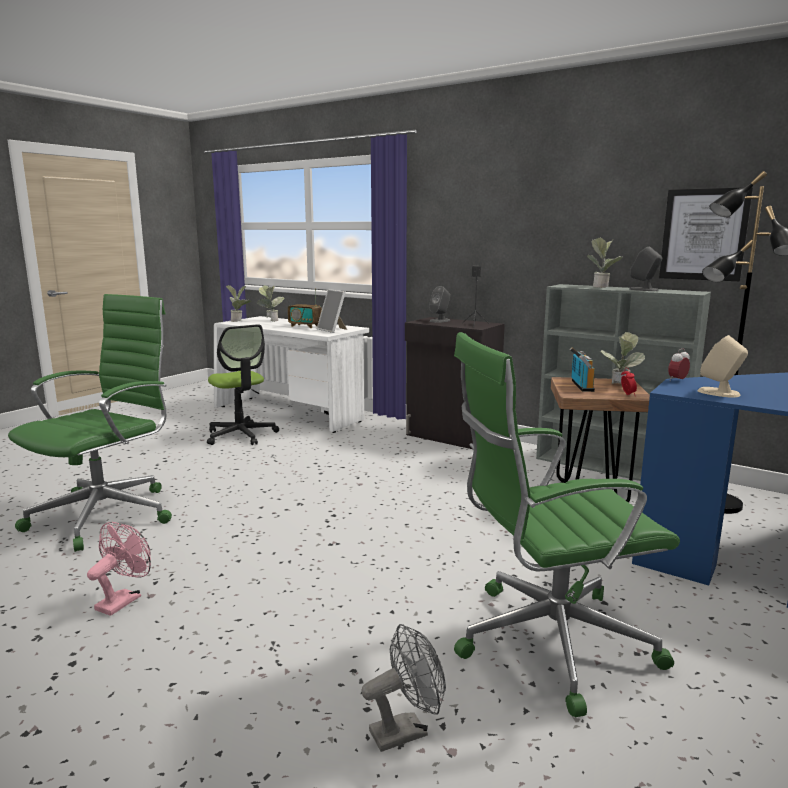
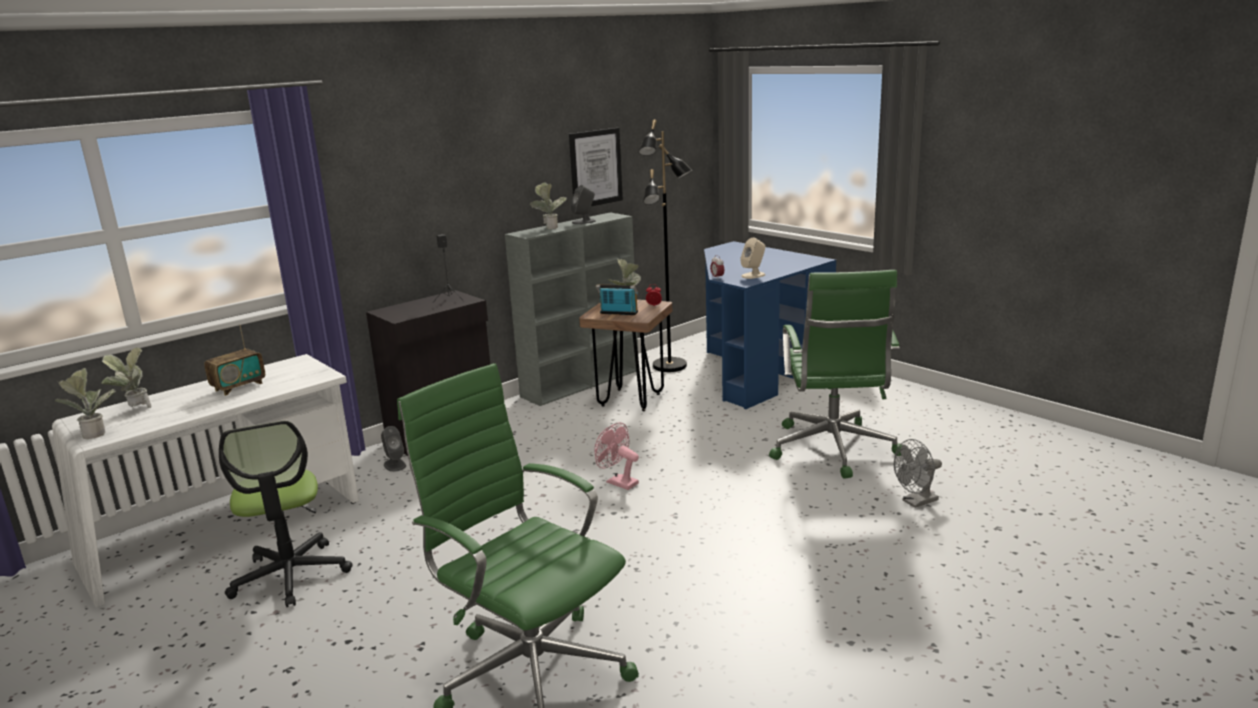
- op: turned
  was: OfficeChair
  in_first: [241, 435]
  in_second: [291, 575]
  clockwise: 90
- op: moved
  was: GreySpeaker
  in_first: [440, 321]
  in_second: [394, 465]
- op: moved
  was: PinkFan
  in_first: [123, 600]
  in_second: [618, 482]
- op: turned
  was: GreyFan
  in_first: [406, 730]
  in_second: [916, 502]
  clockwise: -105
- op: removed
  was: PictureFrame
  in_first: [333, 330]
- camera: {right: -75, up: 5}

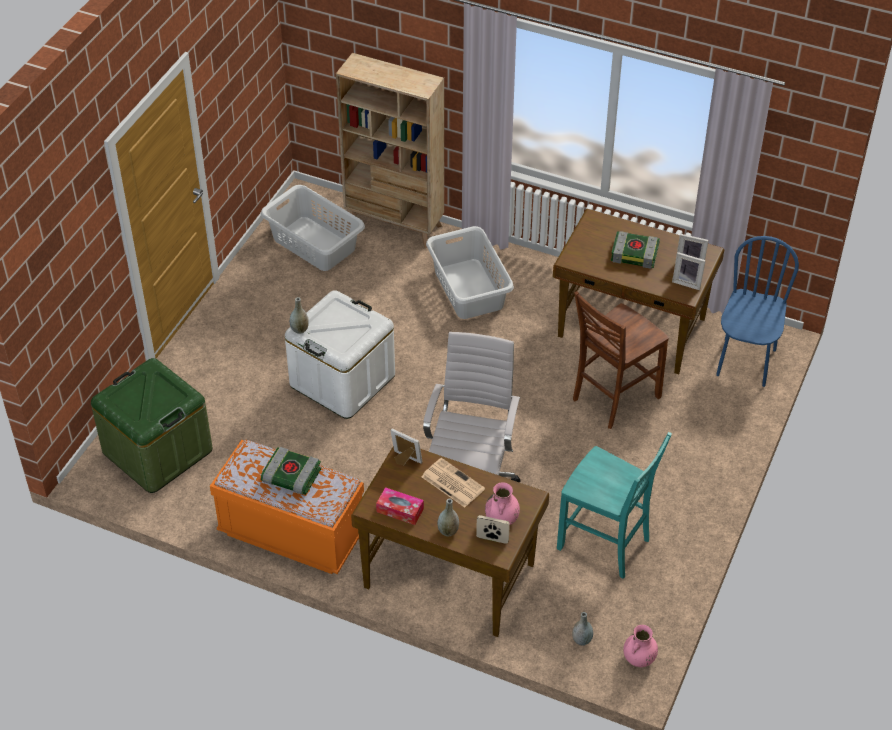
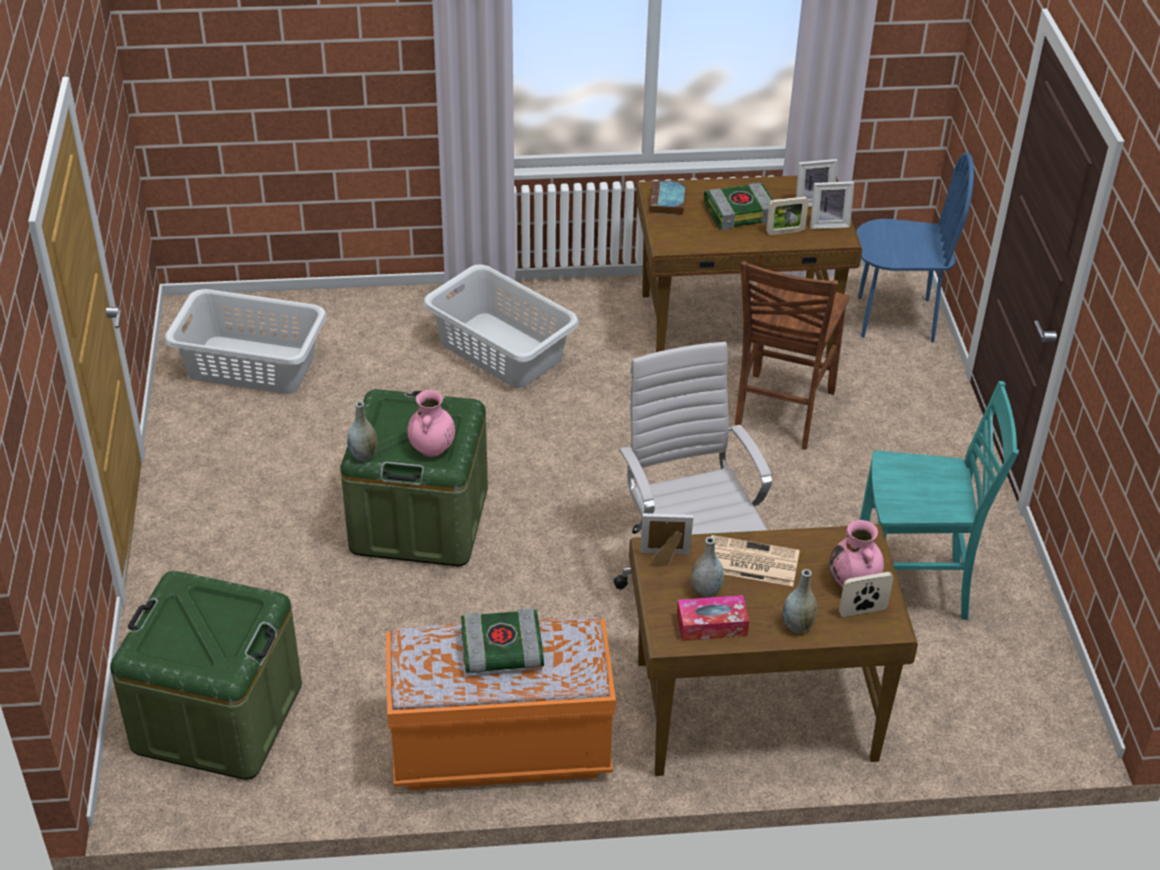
- op: recoloured
  was: WhiteStorageBox
  now: GreenStorageBox
  in_first: [342, 380]
  in_second: [419, 520]
- op: moved
  was: PinkVase
  in_first: [639, 659]
  in_second: [432, 448]
- op: added
  now: Book
  in_second: [667, 202]
- op: moved
  was: GreyVase
  in_first: [581, 640]
  in_second: [705, 590]
- op: added
  now: PictureFrame
  in_second: [785, 232]
- op: turned
  was: BlueChair
  in_first: [745, 362]
  in_second: [895, 318]
  clockwise: 105
- op: removed
  was: BeigeBookcase
  in_first: [394, 224]
- camera: {right: -30, up: -5}

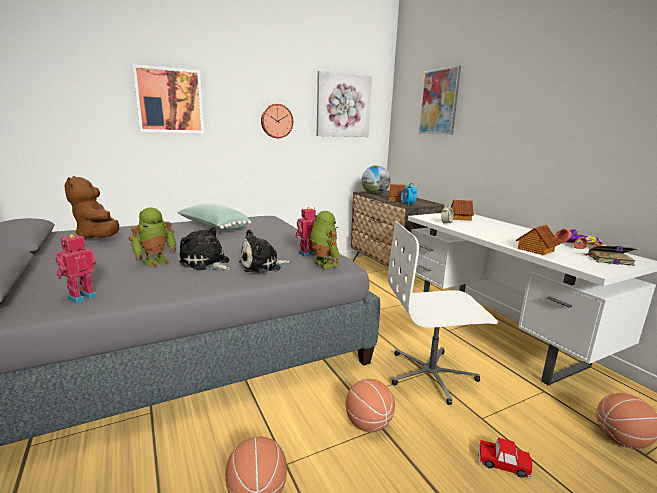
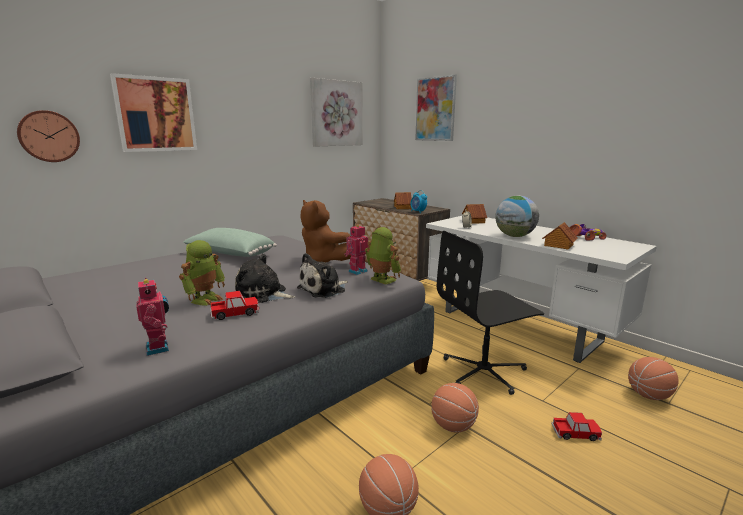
- op: moved
  was: WallClock
  in_first: [276, 121]
  in_second: [49, 136]
- op: turned
  was: ToyRobot
  in_first: [81, 296]
  in_second: [159, 348]
  clockwise: 135
- op: added
  now: ToyCar
  in_second: [235, 313]
- op: moved
  was: BrownPlushToy
  in_first: [99, 238]
  in_second: [324, 262]
- op: recoloured
  was: WhiteOfficeChair
  now: BlackOfficeChair
  in_first: [431, 374]
  in_second: [484, 371]
- op: moved
  was: Globe
  in_first: [374, 194]
  in_second: [514, 236]
- op: removed
  was: Book
  in_first: [609, 260]
- camera: {right: -15, up: 0}

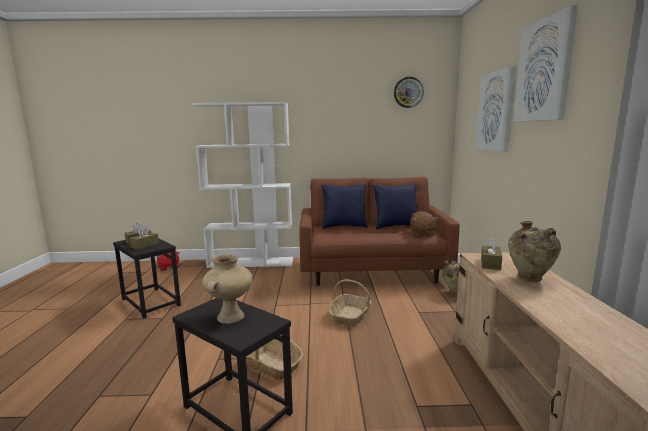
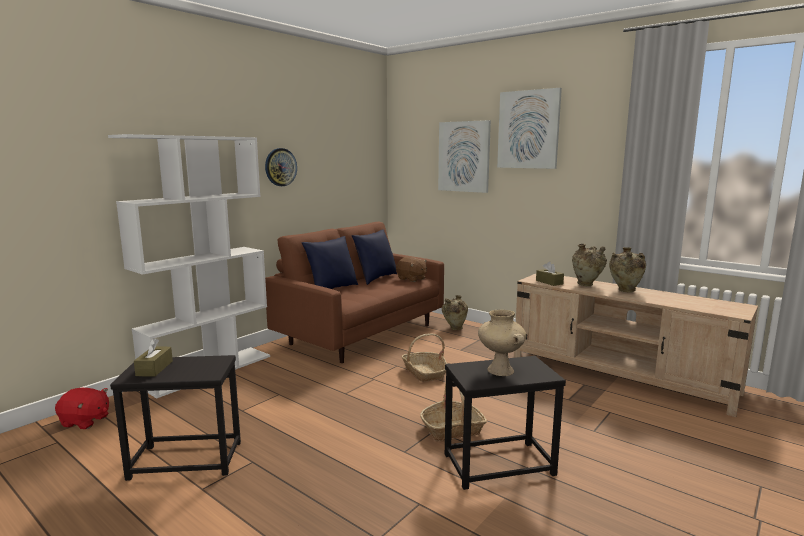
- op: moved
  was: WallClock
  in_first: [408, 92]
  in_second: [280, 167]
- op: added
  now: BeigeVase
  in_second: [625, 291]
- op: removed
  was: BrownTissueBox
  in_first: [145, 245]
- camera: {right: -50, up: 0}

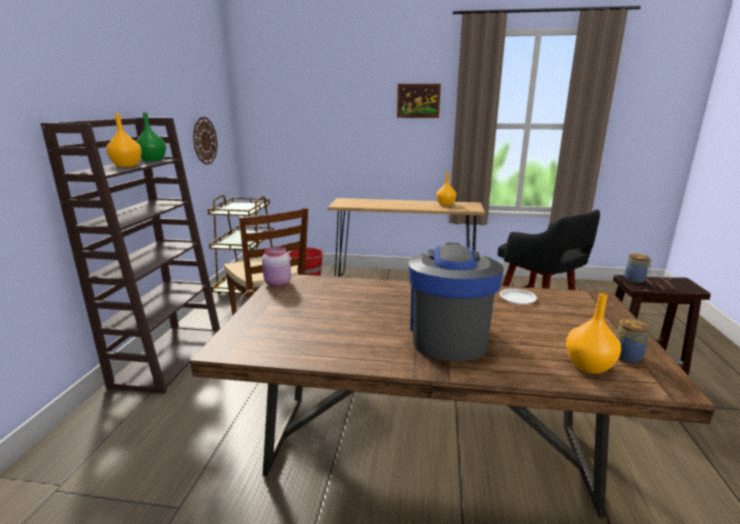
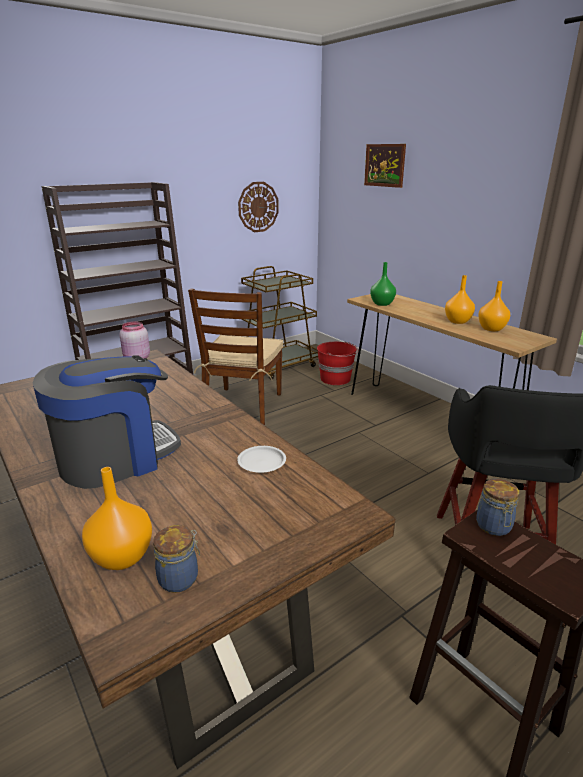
- op: moved
  was: Picture
  in_first: [418, 101]
  in_second: [384, 165]
- op: moved
  was: GreenVase
  in_first: [152, 160]
  in_second: [381, 304]
- op: moved
  was: OrangeVase
  in_first: [127, 165]
  in_second: [458, 321]
- camera: {right: 45, up: 5}

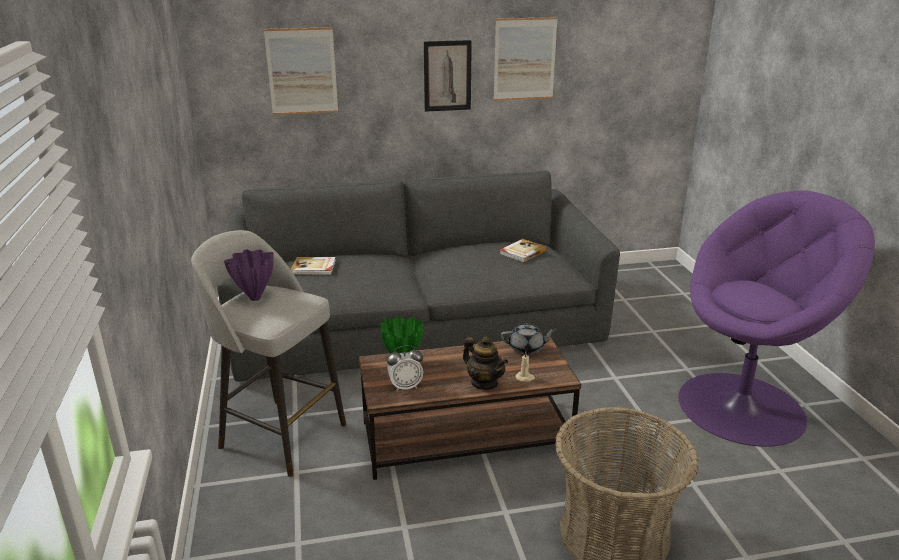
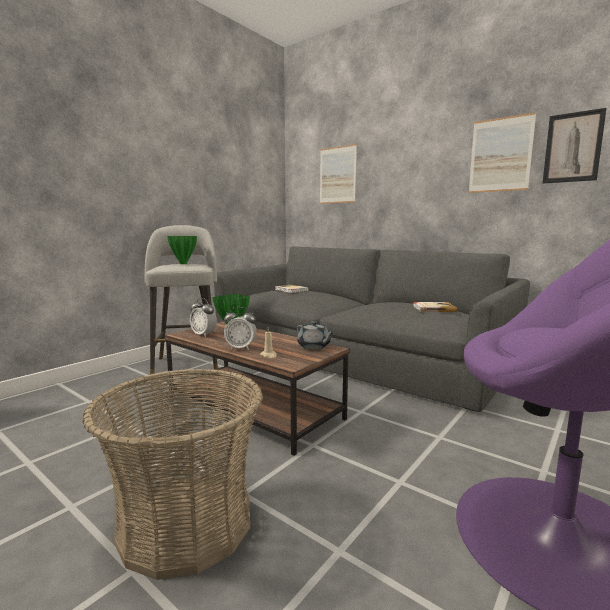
- op: recoloured
  was: PurpleVase
  now: GreenVase
  in_first: [255, 298]
  in_second: [183, 263]
- op: replaced
  was: Teapot
  now: AlarmClock
  in_first: [484, 383]
  in_second: [240, 348]
- op: moved
  was: Picture
  in_first: [447, 76]
  in_second: [573, 147]
- camera: {right: 50, up: -15}

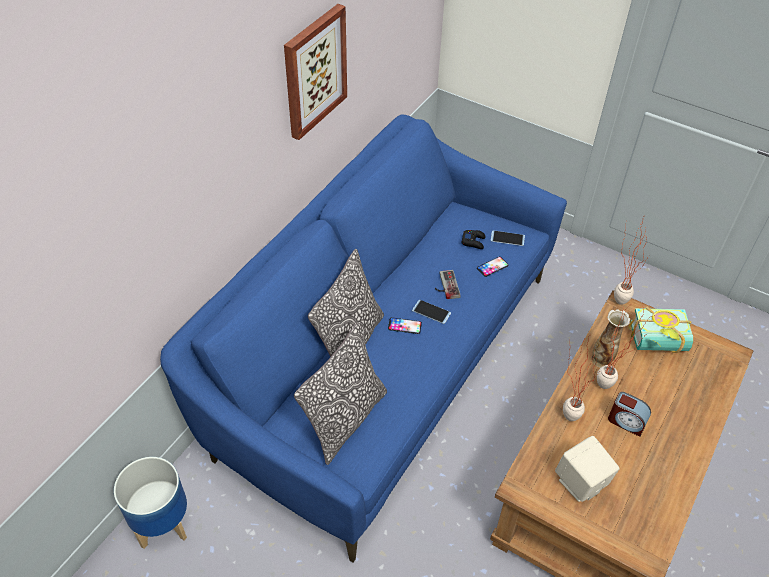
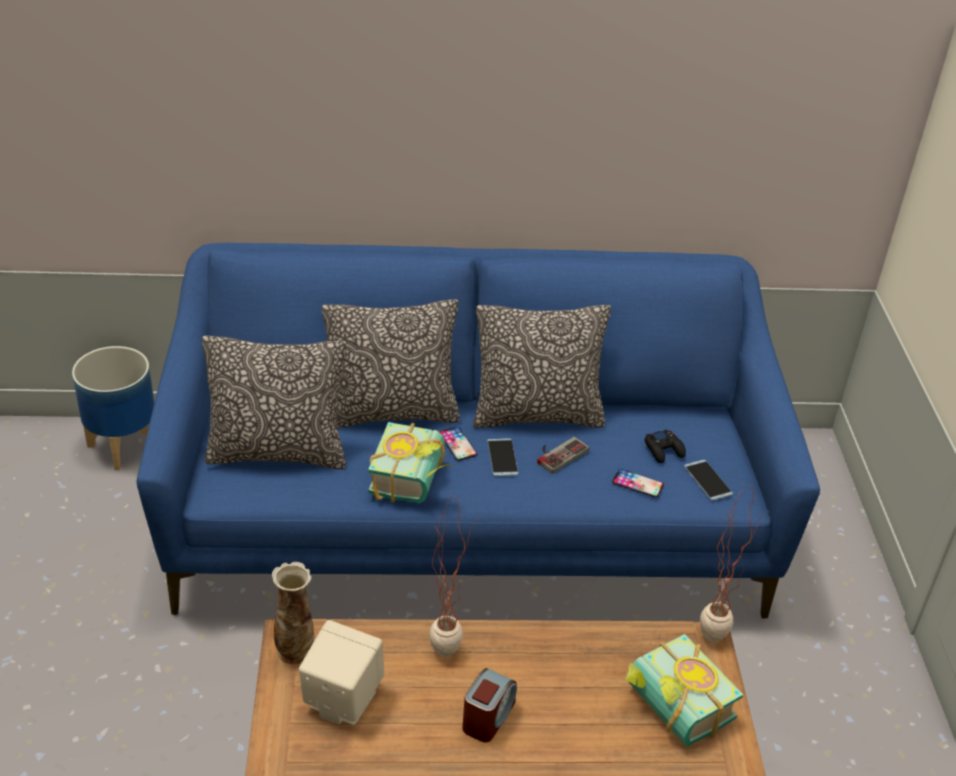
- op: moved
  was: Vase
  in_first: [602, 360]
  in_second: [295, 652]
- op: added
  now: Book
  in_second: [415, 479]
- op: turned
  was: AlarmClock
  in_first: [626, 421]
  in_second: [488, 717]
  clockwise: -150
- op: added
  now: Pillow
  in_second: [536, 415]
- op: removed
  was: Picture
  in_first: [314, 71]
- op: removed
  was: PottedPlant
  in_first: [610, 387]
- camera: {right: 55, up: -10}

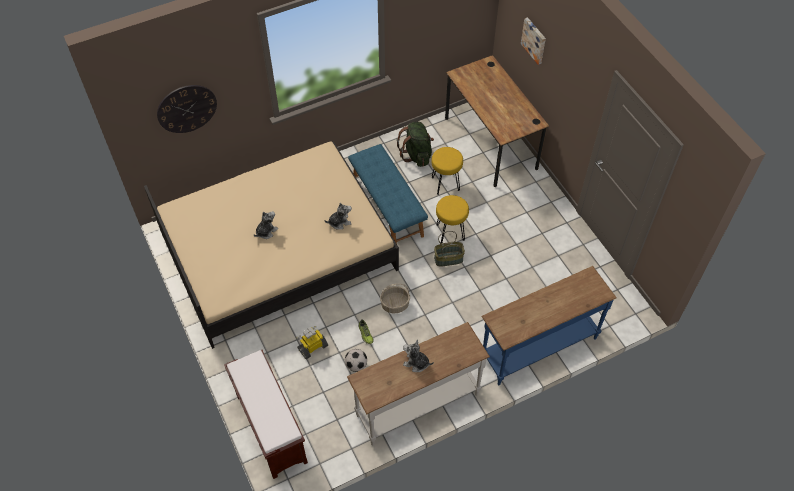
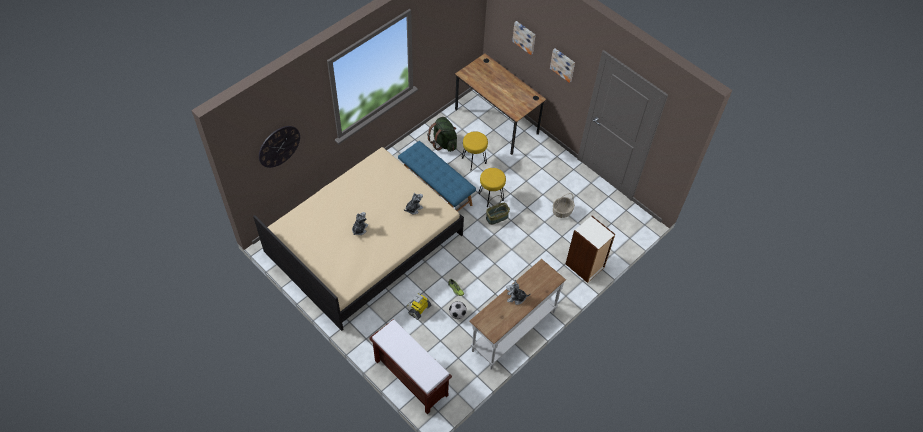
- op: added
  now: Picture
  in_second: [563, 64]
- op: moved
  was: Basket
  in_first: [394, 305]
  in_second: [562, 211]
- op: replaced
  was: BlueConsoleTable
  now: Bookcase
  in_first: [538, 347]
  in_second: [585, 266]
- camera: {right: -20, up: 0}

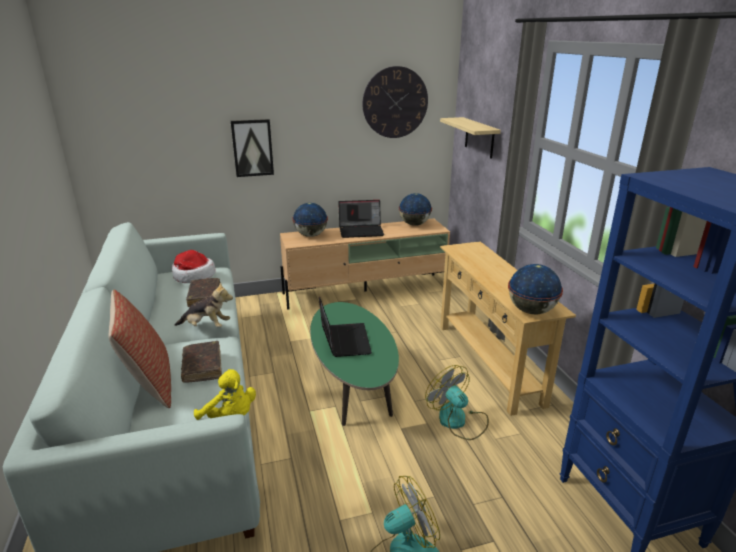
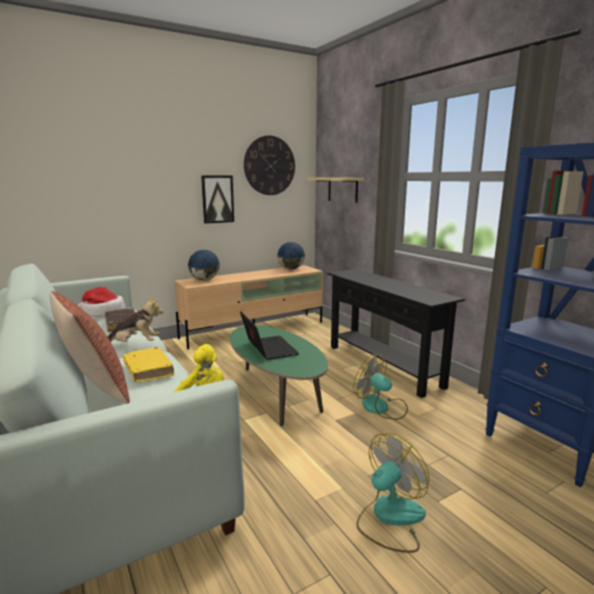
- op: recoloured
  was: BrownBook
  now: YellowBook
  in_first: [202, 367]
  in_second: [148, 370]
- op: moved
  was: Picture
  in_first: [252, 148]
  in_second: [217, 199]
- op: recoloured
  was: BeigeConsoleTable
  now: BlackConsoleTable
  in_first: [488, 362]
  in_second: [383, 365]
- op: removed
  was: Laptop
  in_first: [361, 231]
- op: removed
  was: Globe
  in_first: [531, 311]
- camera: {right: -15, up: -10}

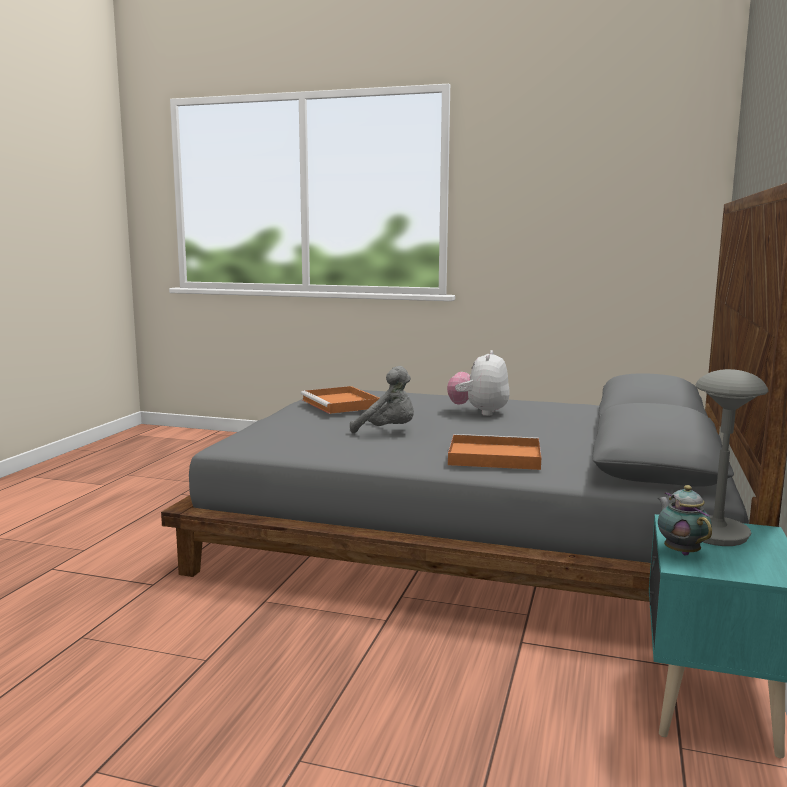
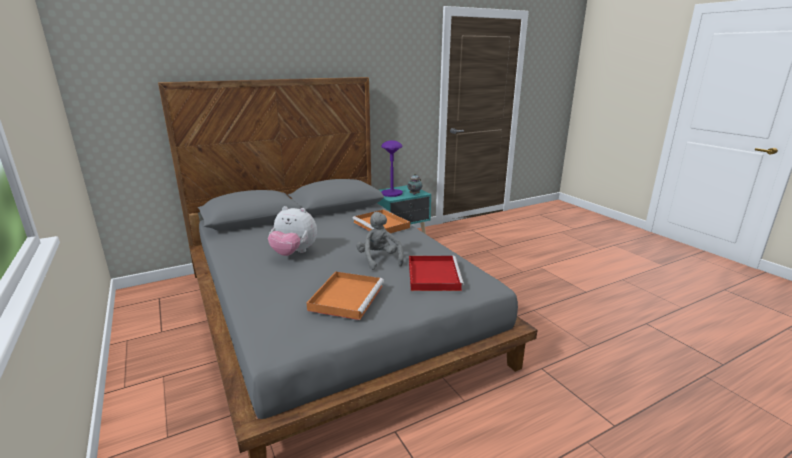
- op: turned
  was: PlushToy
  in_first: [479, 412]
  in_second: [294, 253]
  clockwise: 45
- op: recoloured
  was: GreyTableLamp
  now: PurpleTableLamp
  in_first: [717, 534]
  in_second: [392, 194]
- op: added
  now: RedTray
  in_second: [433, 275]
- camera: {right: -135, up: 10}

